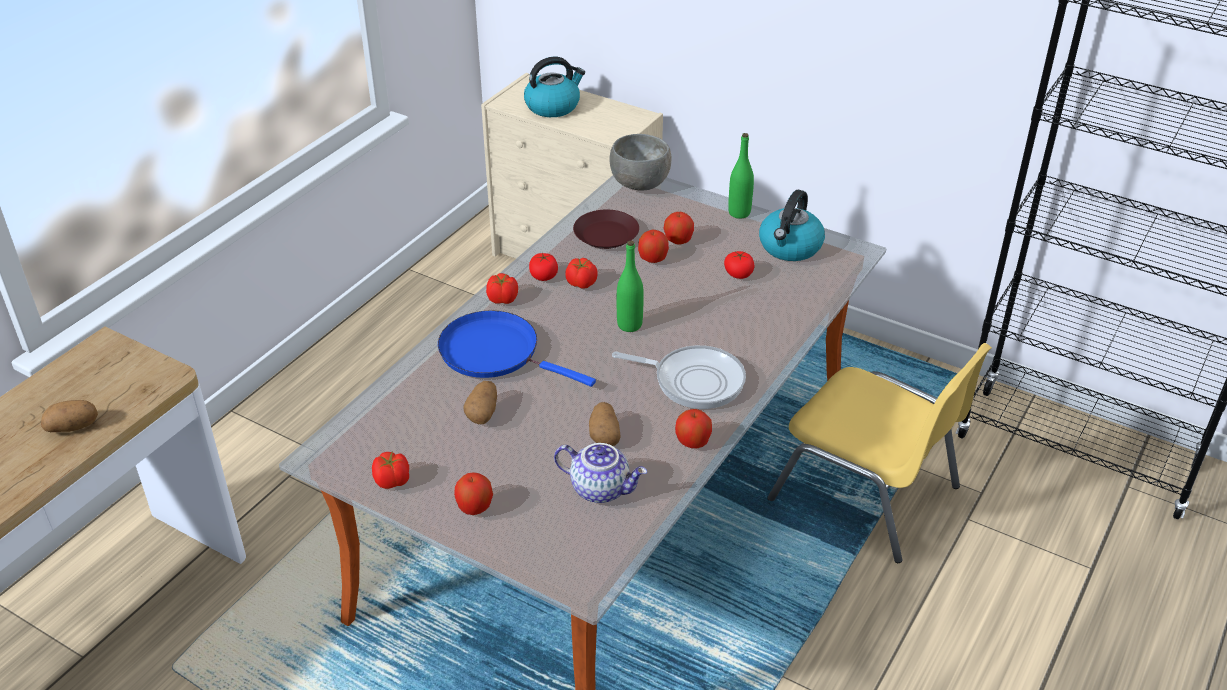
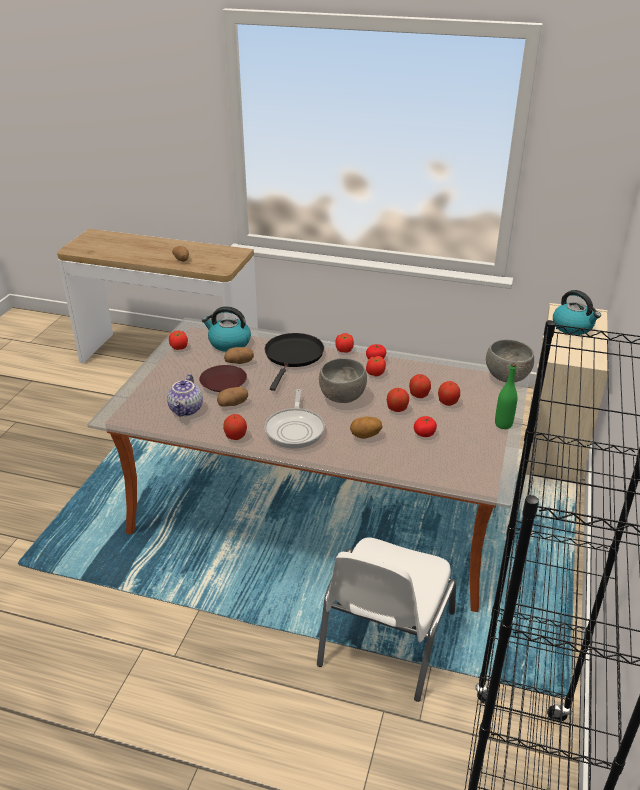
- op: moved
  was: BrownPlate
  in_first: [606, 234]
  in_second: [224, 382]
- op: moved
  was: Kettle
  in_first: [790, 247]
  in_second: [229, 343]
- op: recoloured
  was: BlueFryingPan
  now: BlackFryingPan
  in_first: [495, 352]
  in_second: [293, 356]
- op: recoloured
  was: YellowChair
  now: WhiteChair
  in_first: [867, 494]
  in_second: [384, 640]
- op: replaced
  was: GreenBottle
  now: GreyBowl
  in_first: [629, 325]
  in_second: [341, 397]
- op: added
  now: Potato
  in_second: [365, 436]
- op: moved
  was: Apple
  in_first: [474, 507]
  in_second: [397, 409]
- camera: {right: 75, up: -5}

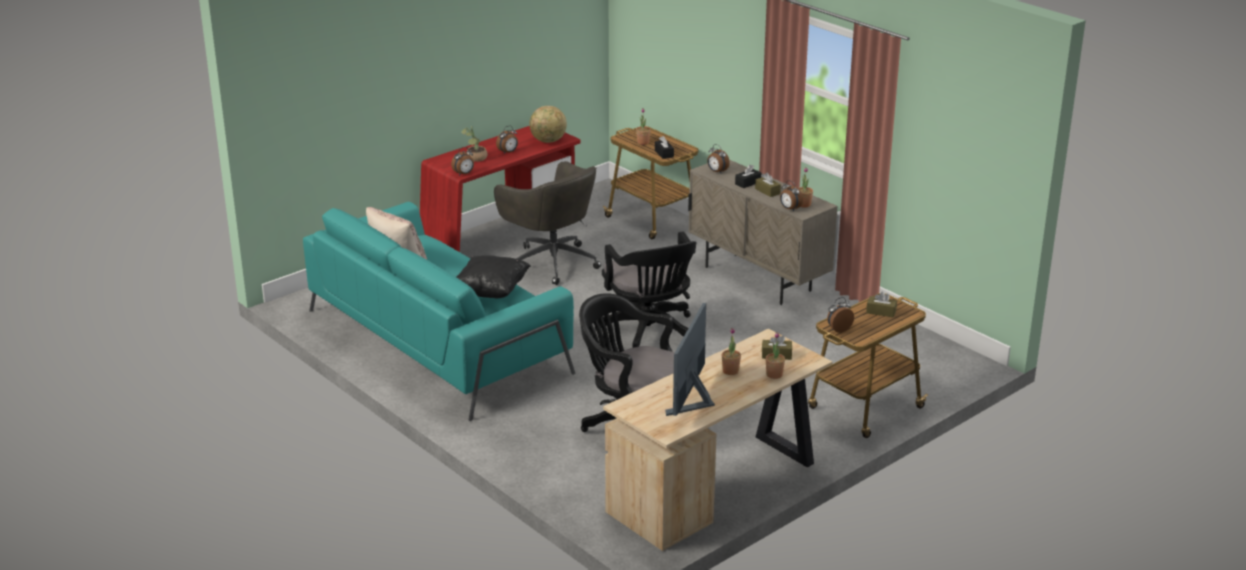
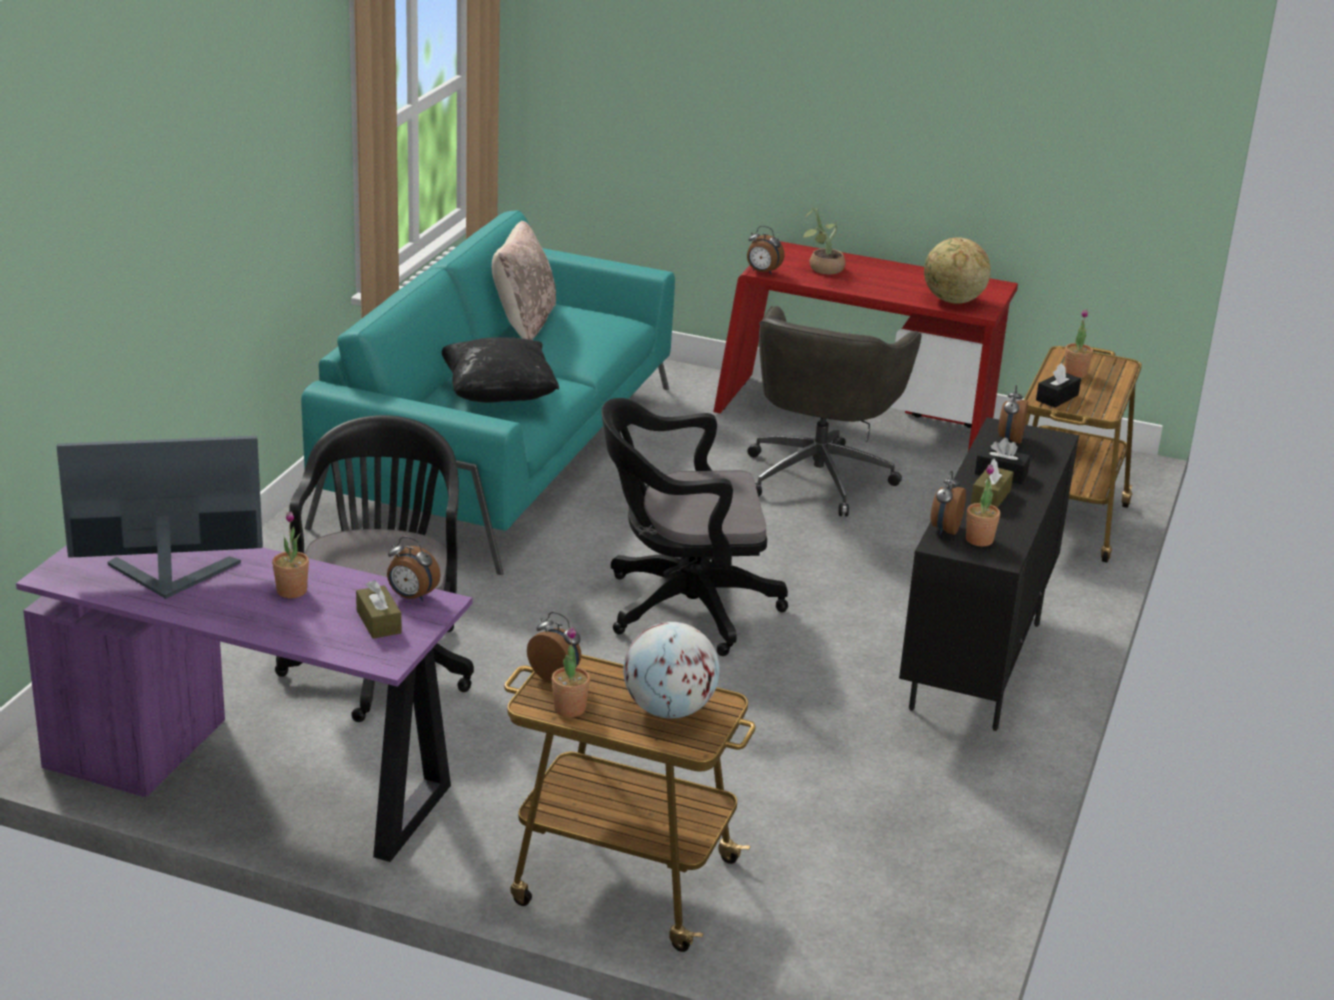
- op: recoloured
  was: BeigeDesk
  now: PurpleDesk
  in_first: [717, 487]
  in_second: [255, 777]
- op: moved
  was: AlarmClock
  in_first: [508, 152]
  in_second: [411, 597]
- op: moved
  was: PottedPlant
  in_first: [774, 374]
  in_second: [569, 709]
- op: turned
  was: BlackOfficeChair
  in_first: [649, 334]
  in_second: [681, 608]
  clockwise: 45
- op: replaced
  was: BrownTissueBox
  now: Globe
  in_first: [881, 312]
  in_second: [668, 710]
- op: recoloured
  was: BeigeCabinet
  now: BlackCabinet
  in_first: [758, 279]
  in_second: [976, 666]
- camera: {right: 60, up: 0}

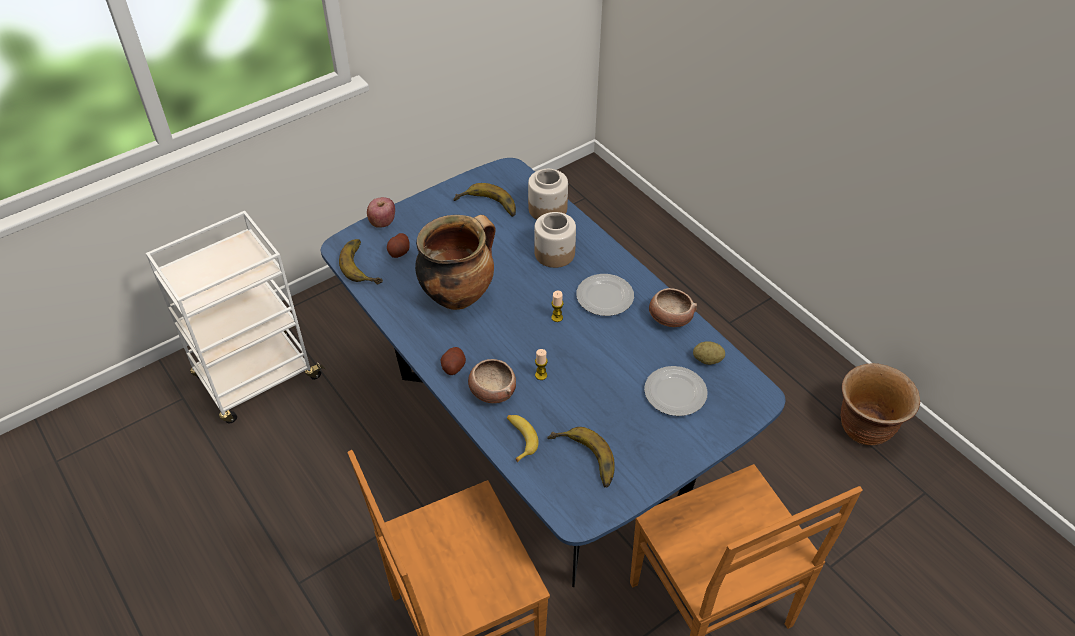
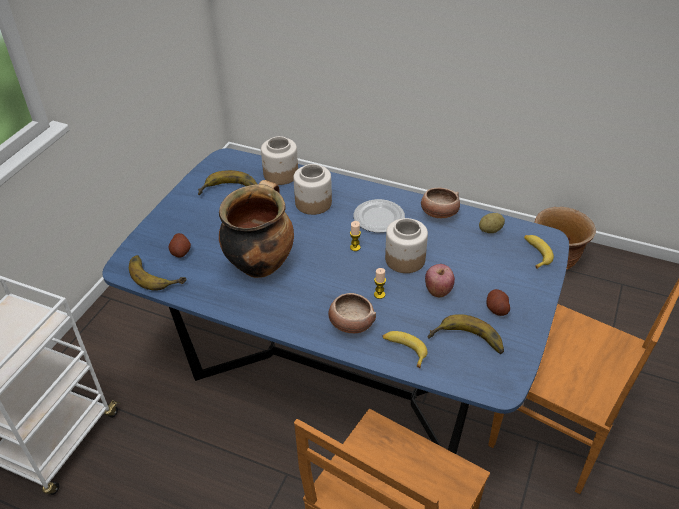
- op: added
  now: Jar
  in_second: [404, 259]
- op: moved
  was: Apple
  in_first: [382, 222]
  in_second: [438, 290]
- op: moved
  was: Potato
  in_first: [453, 367]
  in_second: [496, 309]
- op: added
  now: Banana
  in_second: [535, 253]
- op: removed
  was: Plate
  in_first: [675, 394]
- camera: {right: -30, up: -5}

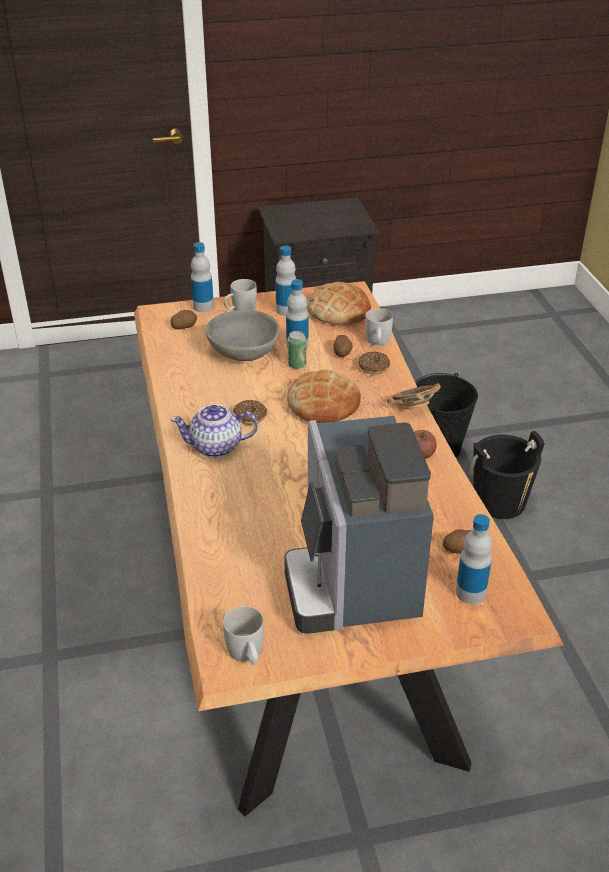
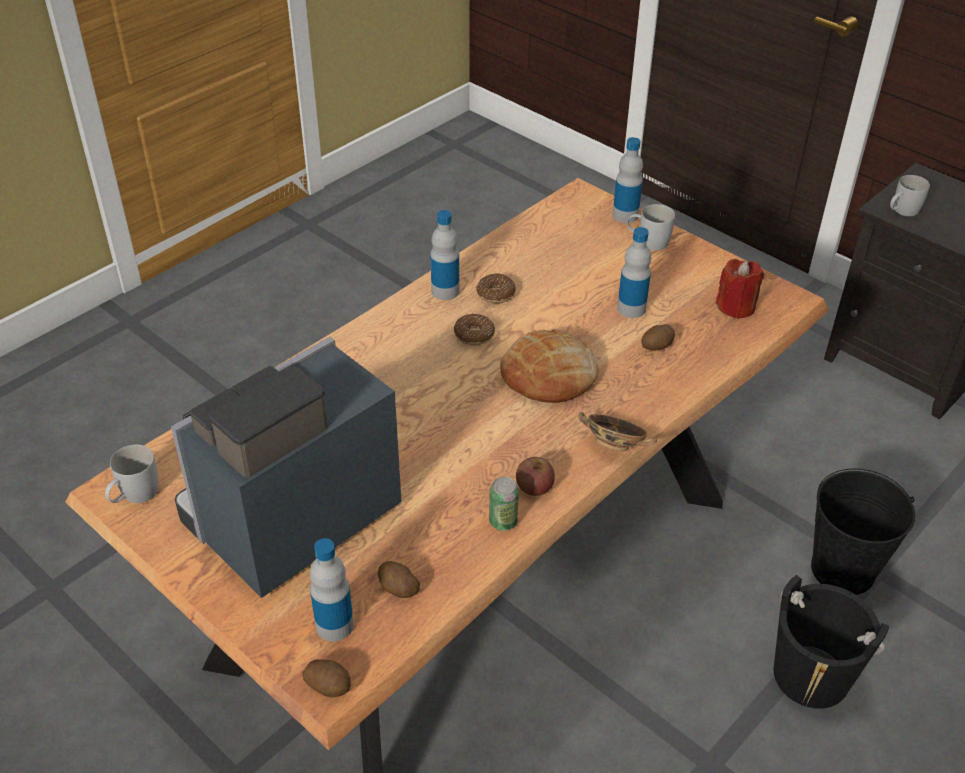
- op: moved
  was: Potato
  in_first: [184, 326]
  in_second: [329, 685]
- op: moved
  was: Bottle
  in_first: [286, 310]
  in_second: [445, 291]
- op: moved
  was: Donut
  in_first: [373, 367]
  in_second: [496, 294]
- op: moved
  was: Can
  in_first: [297, 365]
  in_second: [503, 521]
- op: replaced
  was: Bread
  now: RedCandle
  in_first: [338, 310]
  in_second: [736, 306]
- op: moved
  was: WhiteMug
  in_first: [378, 342]
  in_second: [902, 211]
- op: removed
  was: Teapot
  in_first: [216, 447]
- op: removed
  was: GreyBowl
  in_first: [244, 353]
- camera: {right: 55, up: 5}

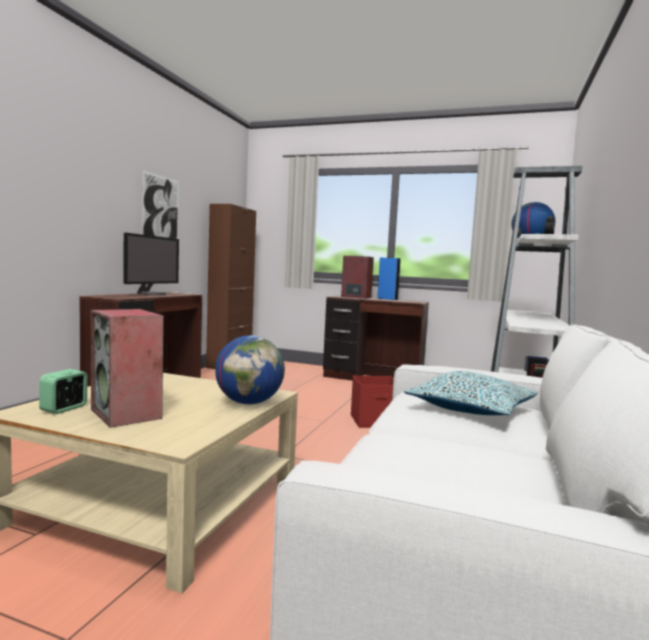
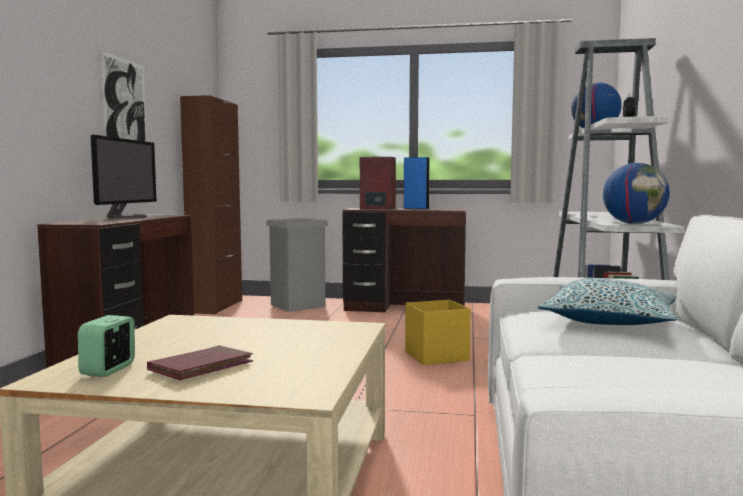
- op: replaced
  was: Speaker
  now: RedBook
  in_first: [127, 414]
  in_second: [201, 367]
- op: added
  now: GreyTrashCan
  in_second: [297, 305]
- op: recoloured
  was: RedStorageBox
  now: YellowStorageBox
  in_first: [374, 421]
  in_second: [437, 356]
- op: moved
  was: Globe
  in_first: [249, 402]
  in_second: [634, 224]
- camera: {right: -10, up: 0}

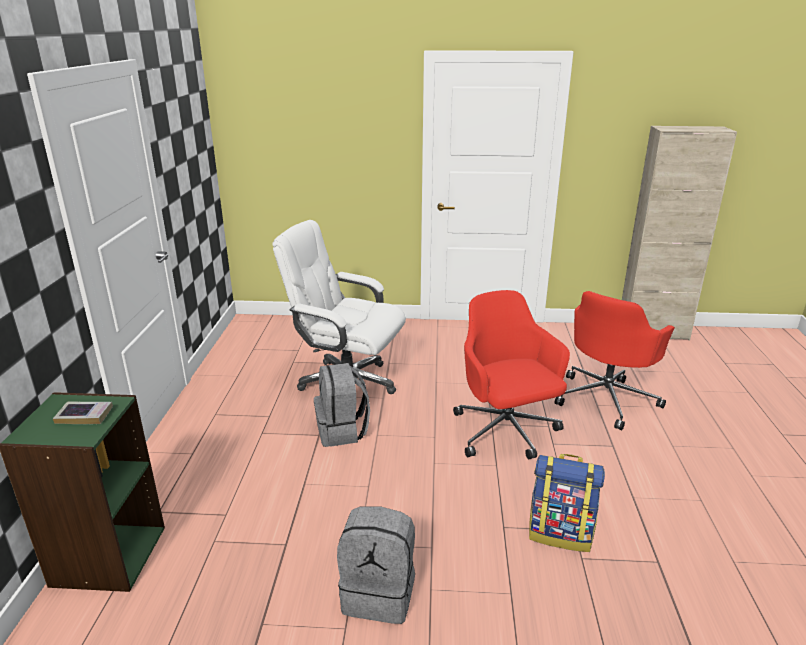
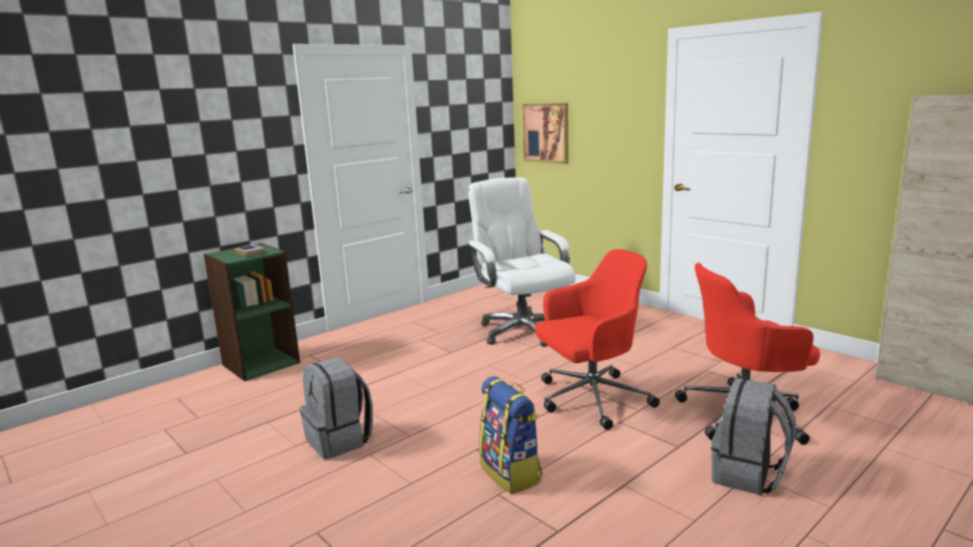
- op: added
  now: Picture
  in_second: [546, 133]
- op: turned
  was: RedOfficeChair
  in_first: [506, 432]
  in_second: [591, 399]
  clockwise: 45
- op: moved
  was: GreyBackpack
  in_first: [342, 431]
  in_second: [749, 475]
- camera: {right: 45, up: -10}

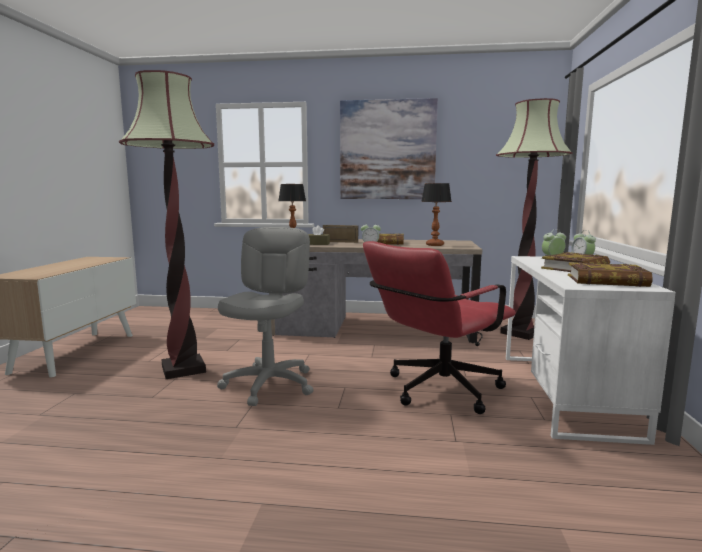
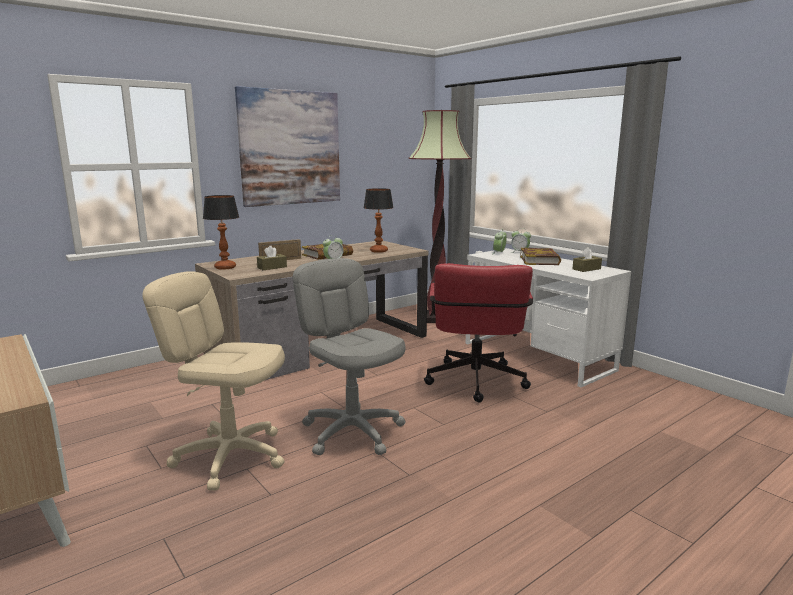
- op: replaced
  was: FloorLamp
  now: BeigeOfficeChair
  in_first: [183, 369]
  in_second: [230, 456]
- op: replaced
  was: Book
  now: BrownTissueBox
  in_first: [607, 281]
  in_second: [586, 269]
- camera: {right: -45, up: 5}

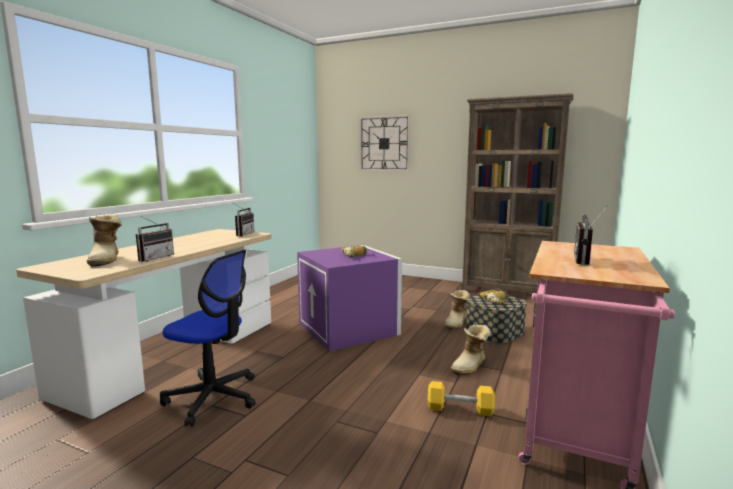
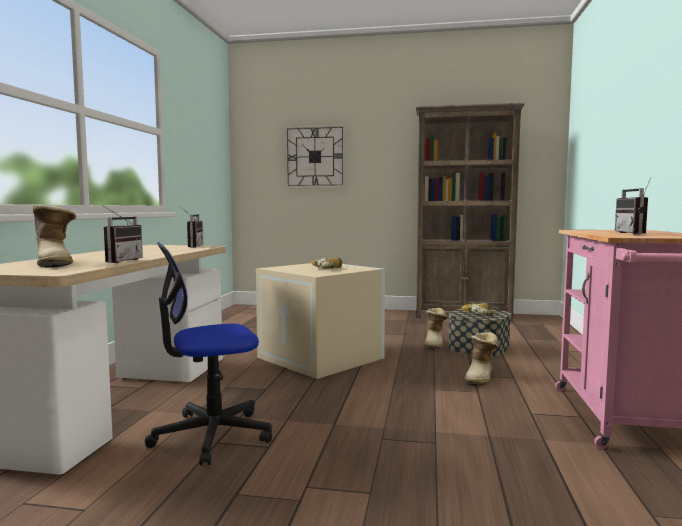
- op: turned
  was: OfficeChair
  in_first: [213, 398]
  in_second: [211, 435]
  clockwise: 150
- op: recoloured
  was: PurpleStorageBox
  now: BeigeStorageBox
  in_first: [350, 329]
  in_second: [322, 357]
- op: removed
  was: YellowDumbbell
  in_first: [460, 409]
- camera: {right: -15, up: -5}

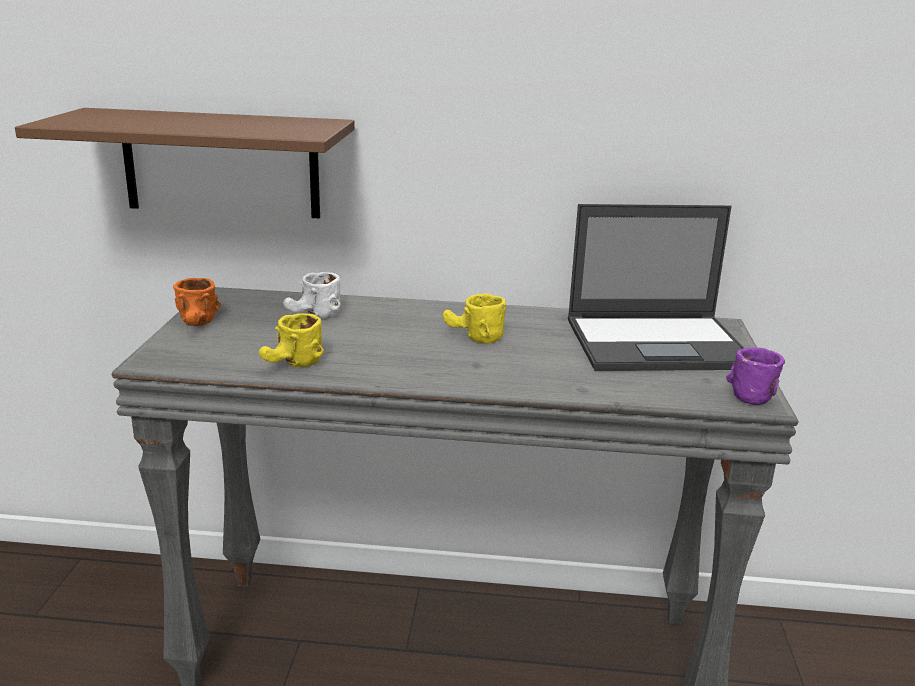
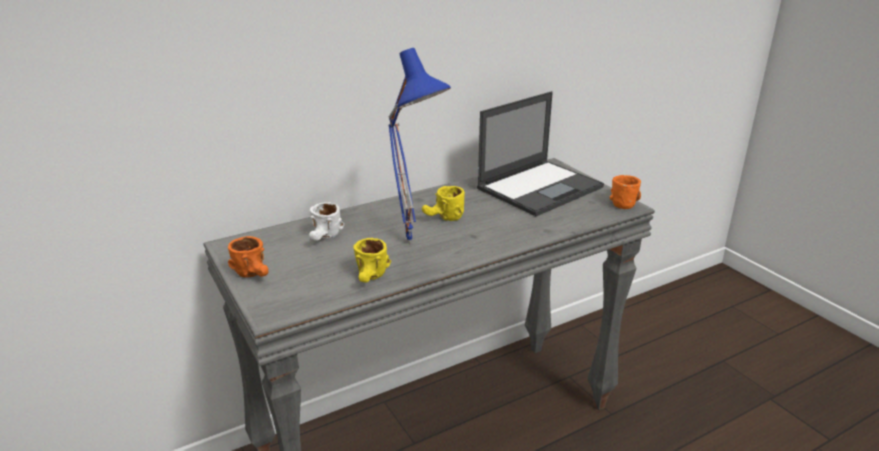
- op: added
  now: BlueTableLamp
  in_second: [413, 242]
- op: recoloured
  was: PurpleMug
  now: OrangeMug
  in_first: [754, 392]
  in_second: [620, 201]
- op: removed
  was: BrownShelf
  in_first: [221, 164]
- camera: {right: -35, up: 5}

